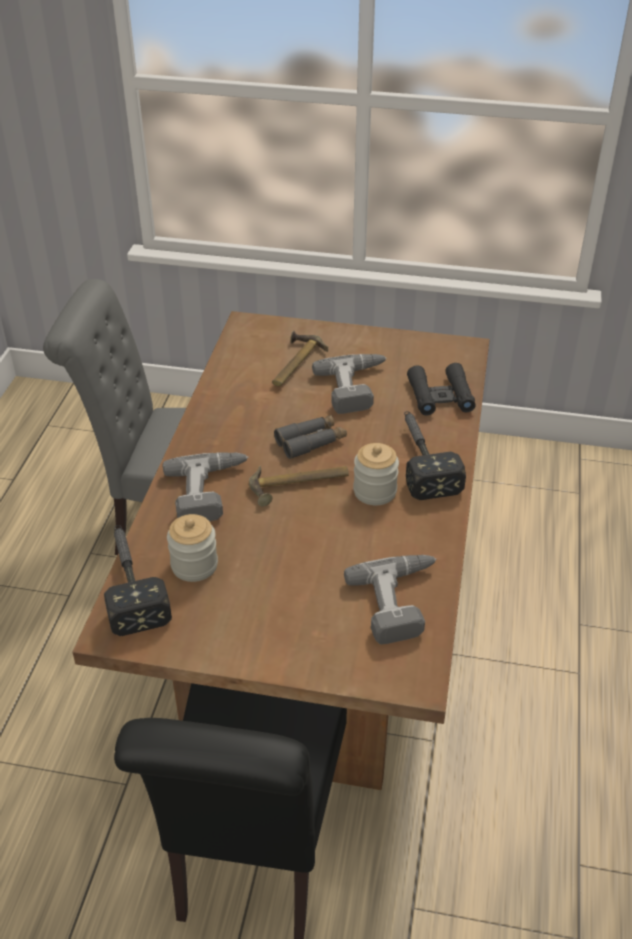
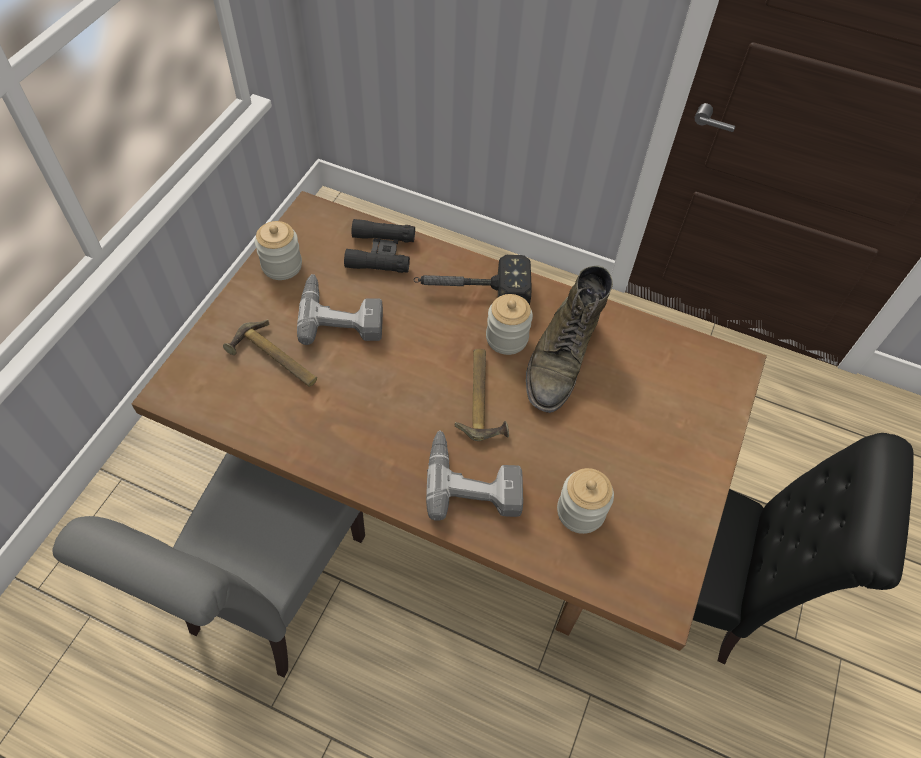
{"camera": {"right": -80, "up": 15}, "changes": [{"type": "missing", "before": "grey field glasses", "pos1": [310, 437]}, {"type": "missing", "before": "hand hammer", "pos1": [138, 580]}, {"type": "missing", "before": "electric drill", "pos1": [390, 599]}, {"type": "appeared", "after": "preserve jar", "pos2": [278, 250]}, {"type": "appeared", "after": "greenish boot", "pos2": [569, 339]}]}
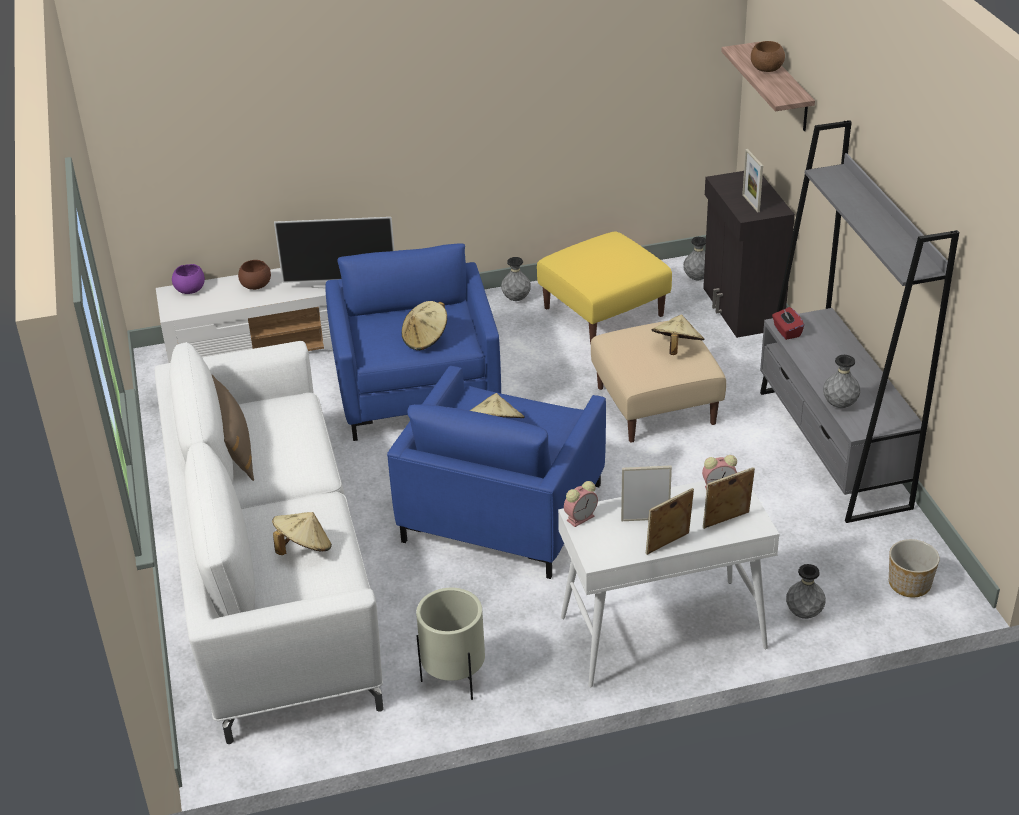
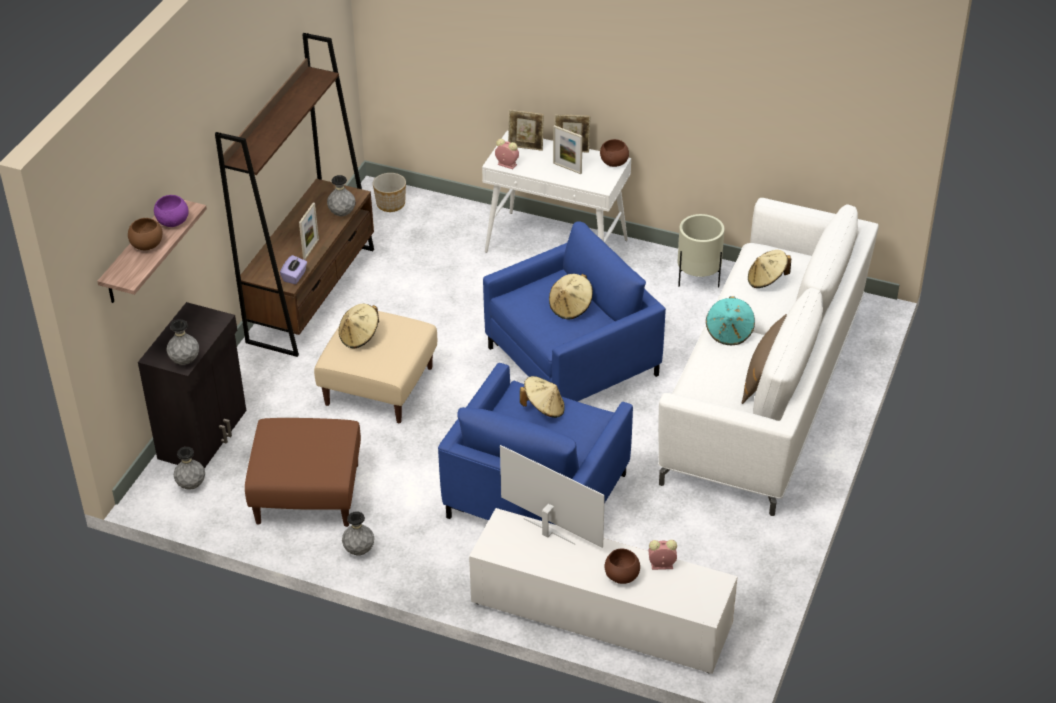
{"camera": {"right": -145, "up": 5}, "changes": [{"type": "colour", "before": "grey bookshelf", "after": "brownish bookshelf", "pos1": [859, 321], "pos2": [294, 195]}, {"type": "relocated", "before": "standing frame", "pos1": [752, 180], "pos2": [309, 231]}, {"type": "colour", "before": "yellow-coloured footrest", "after": "brownish footrest", "pos1": [604, 287], "pos2": [303, 472]}, {"type": "relocated", "before": "purplish deep dish", "pos1": [188, 279], "pos2": [171, 211]}, {"type": "colour", "before": "red-coloured box of tissues", "after": "purplish box of tissues", "pos1": [788, 323], "pos2": [293, 269]}, {"type": "relocated", "before": "bedside clock", "pos1": [581, 504], "pos2": [662, 555]}, {"type": "relocated", "before": "grey decorative vase", "pos1": [806, 591], "pos2": [183, 342]}, {"type": "appeared", "after": "brownish deep dish", "pos2": [614, 153]}, {"type": "appeared", "after": "turquoise clothing hat", "pos2": [730, 320]}]}
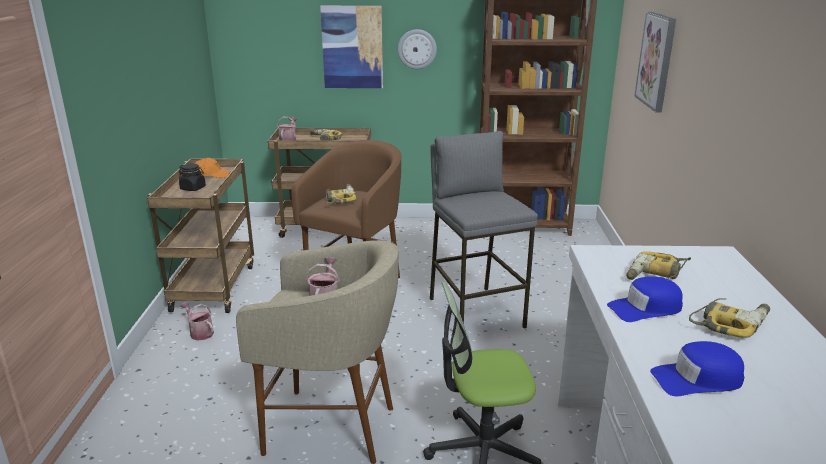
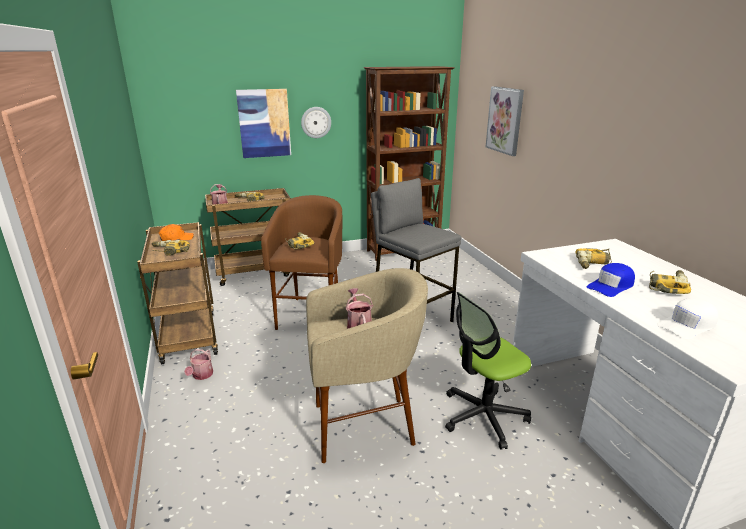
{"camera": {"right": -20, "up": 0}, "changes": [{"type": "exchanged", "before": "black preserve jar", "after": "electric drill", "pos1": [192, 177], "pos2": [170, 248]}, {"type": "spun", "before": "sprinkling can", "pos1": [197, 321], "pos2": [198, 364], "turn": -105}, {"type": "colour", "before": "blue-coloured cap", "after": "white-coloured cap", "pos1": [697, 368], "pos2": [687, 318]}]}
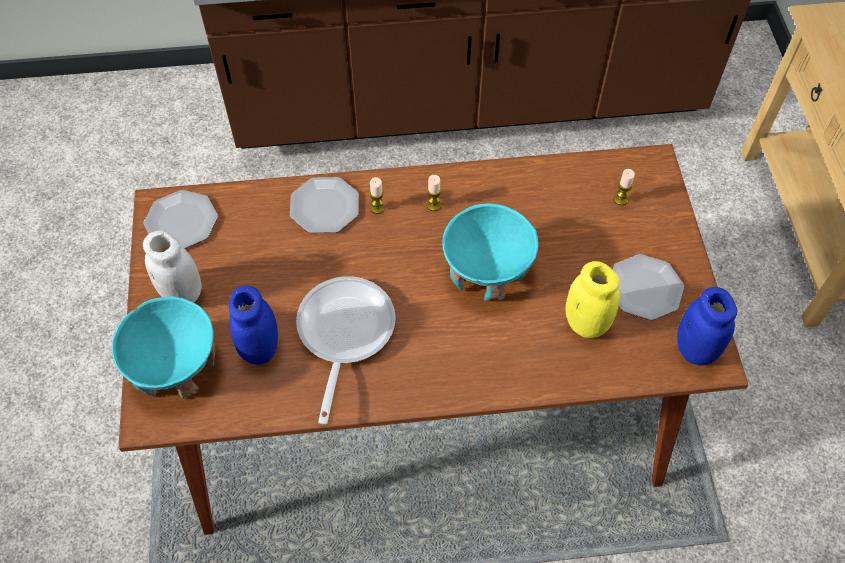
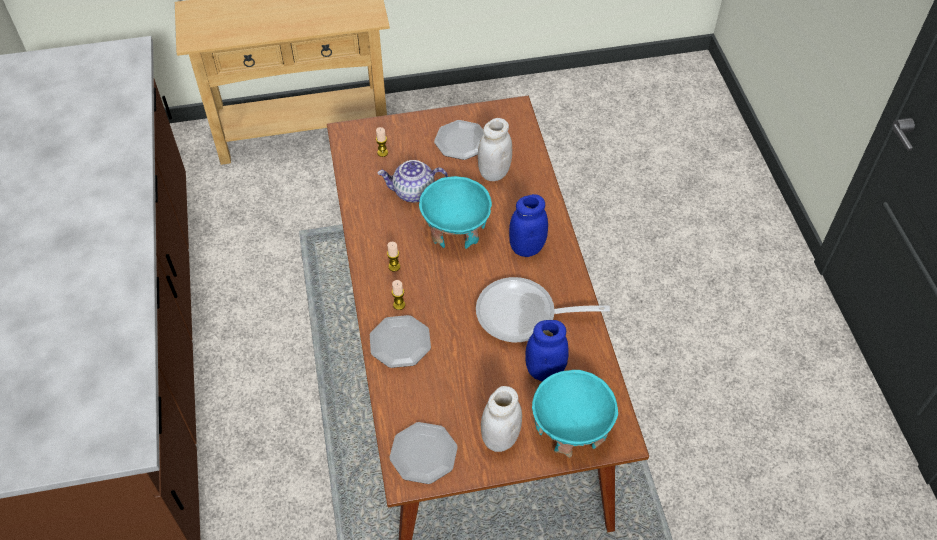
{"camera": {"right": -95, "up": -5}, "changes": [{"type": "colour", "before": "yellow-coloured preserve jar", "after": "white-coloured preserve jar", "pos1": [592, 299], "pos2": [495, 149]}, {"type": "relocated", "before": "blue-coloured preserve jar", "pos1": [707, 326], "pos2": [528, 225]}, {"type": "appeared", "after": "teapot", "pos2": [412, 181]}]}
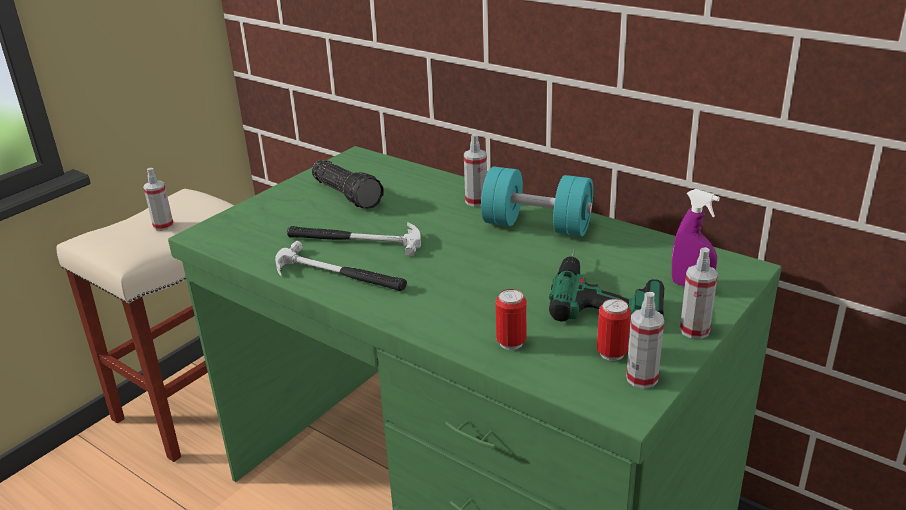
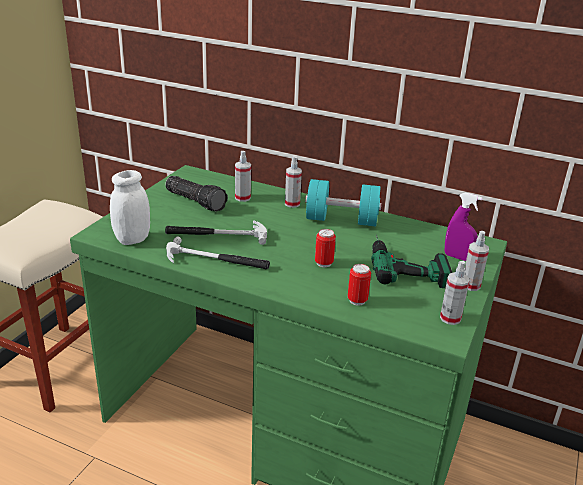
{"camera": {"right": -15, "up": 0}, "changes": [{"type": "relocated", "before": "hand sprayer", "pos1": [158, 199], "pos2": [243, 176]}, {"type": "relocated", "before": "sealed can", "pos1": [614, 329], "pos2": [325, 248]}, {"type": "appeared", "after": "white-coloured preserve jar", "pos2": [130, 207]}]}
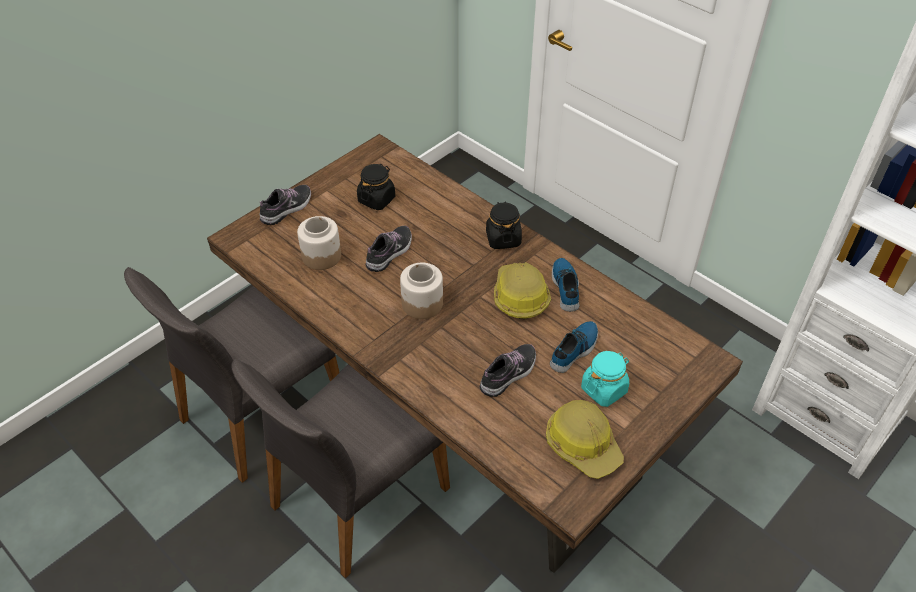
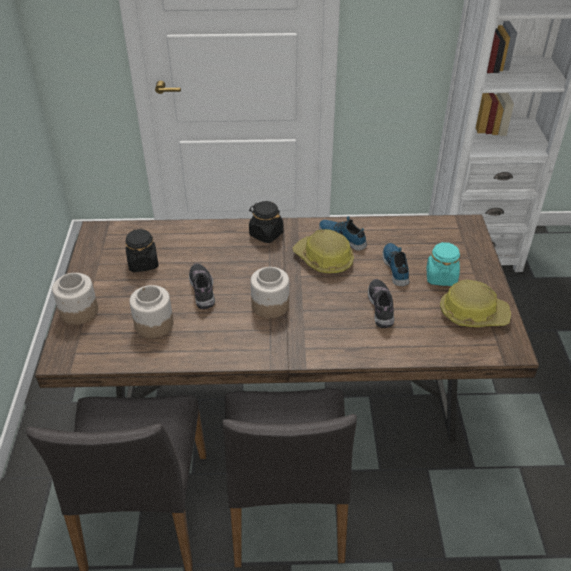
{"camera": {"right": -45, "up": -5}, "changes": [{"type": "exchanged", "before": "item of footwear", "after": "preserve jar", "pos1": [285, 205], "pos2": [75, 299]}]}
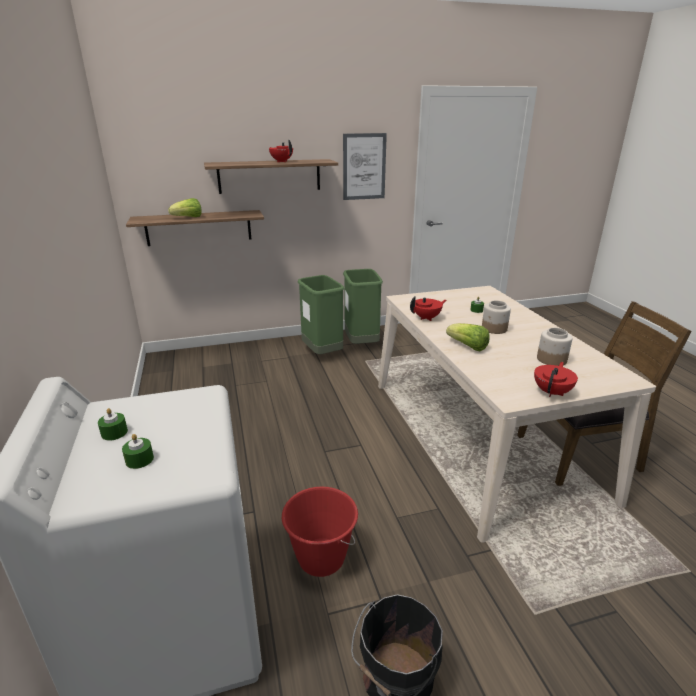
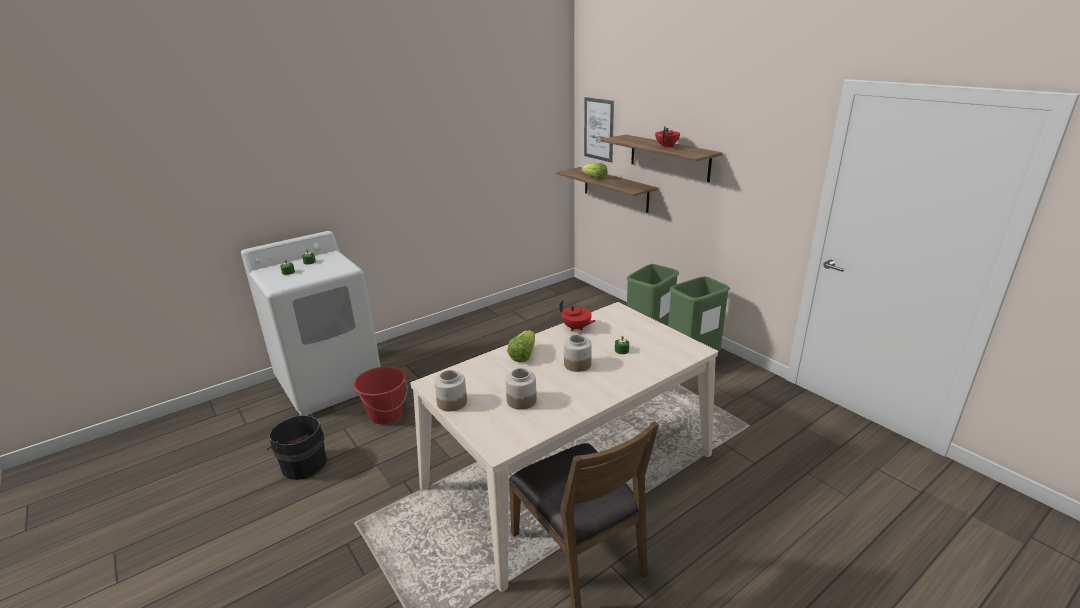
{"camera": {"right": 70, "up": 0}, "changes": [{"type": "relocated", "before": "wall picture", "pos1": [365, 166], "pos2": [599, 130]}, {"type": "exchanged", "before": "red-coloured teapot", "after": "preserve jar", "pos1": [556, 379], "pos2": [450, 390]}]}
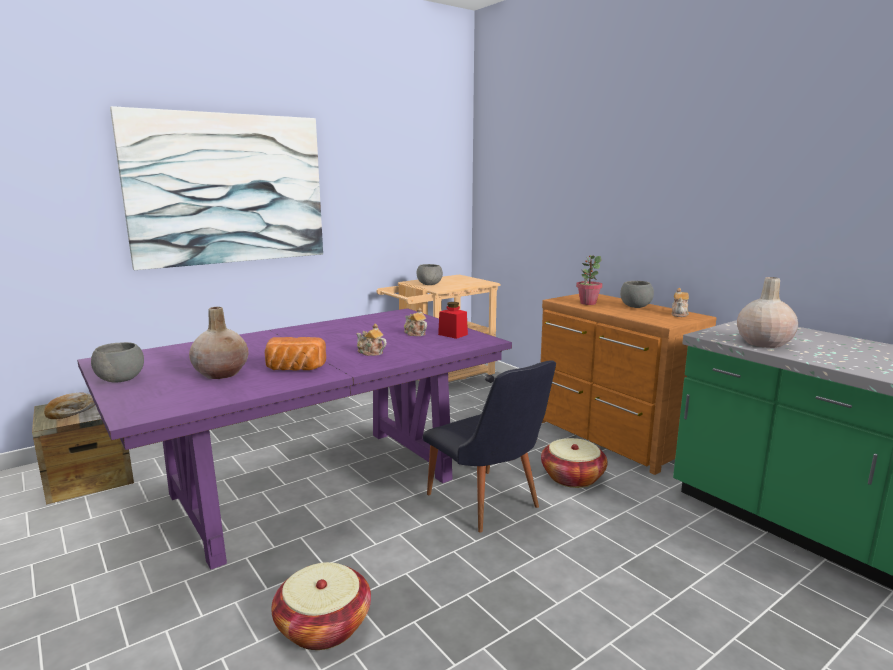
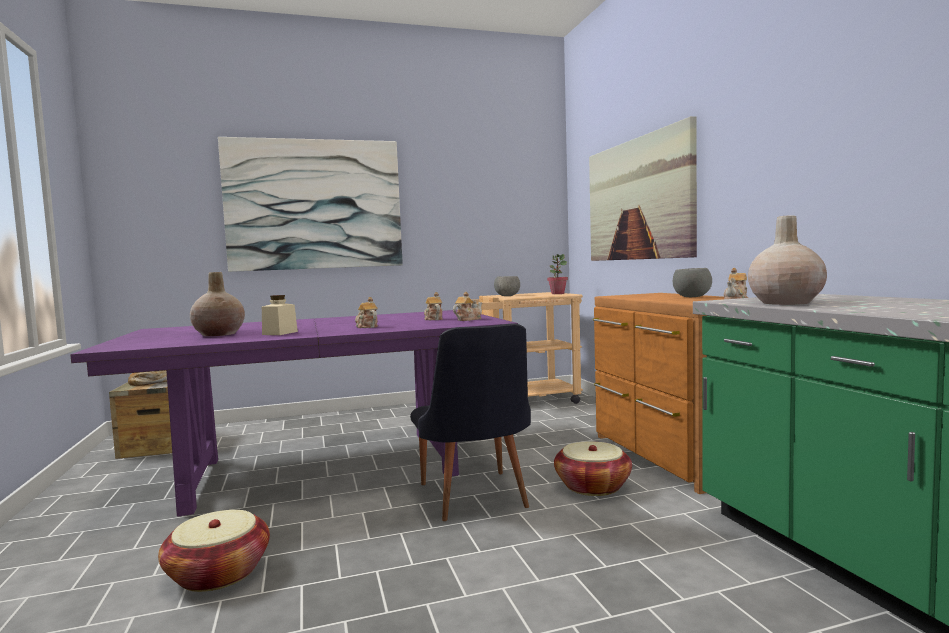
{"camera": {"right": 20, "up": -10}, "changes": [{"type": "relocated", "before": "plant in a pot", "pos1": [589, 280], "pos2": [557, 274]}, {"type": "exchanged", "before": "red-coloured preserve jar", "after": "teapot", "pos1": [453, 320], "pos2": [467, 306]}, {"type": "exchanged", "before": "bread", "after": "beige-coloured preserve jar", "pos1": [295, 353], "pos2": [280, 315]}, {"type": "missing", "before": "grey deep dish", "pos1": [117, 362]}, {"type": "appeared", "after": "wall picture", "pos2": [643, 188]}]}
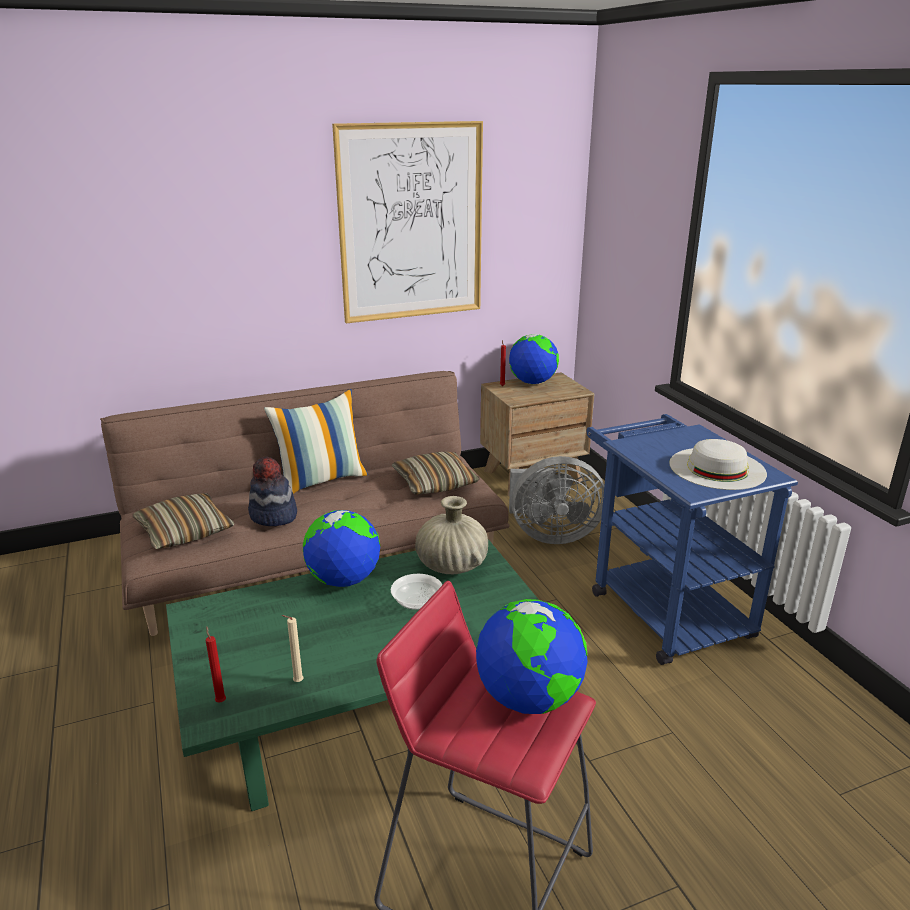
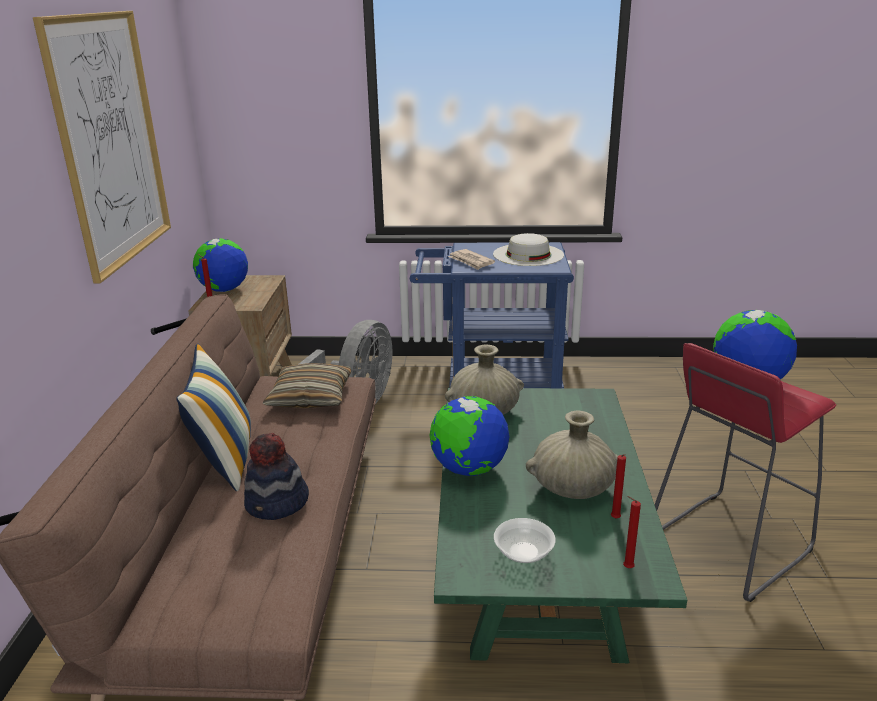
{"camera": {"right": -65, "up": 0}, "changes": [{"type": "missing", "before": "cushion", "pos1": [183, 521]}, {"type": "relocated", "before": "deep dish", "pos1": [416, 592], "pos2": [525, 540]}, {"type": "colour", "before": "beige-coloured wax candle", "after": "red-coloured wax candle", "pos1": [293, 648], "pos2": [618, 486]}, {"type": "appeared", "after": "printed paper", "pos2": [471, 259]}, {"type": "appeared", "after": "beige-coloured decorative vase", "pos2": [572, 454]}]}
